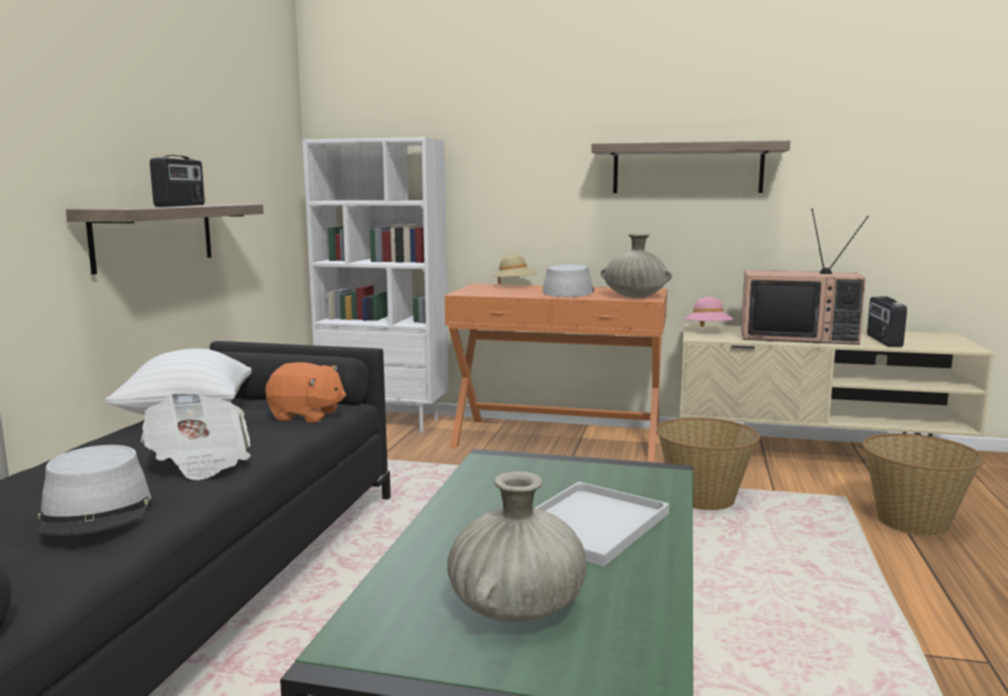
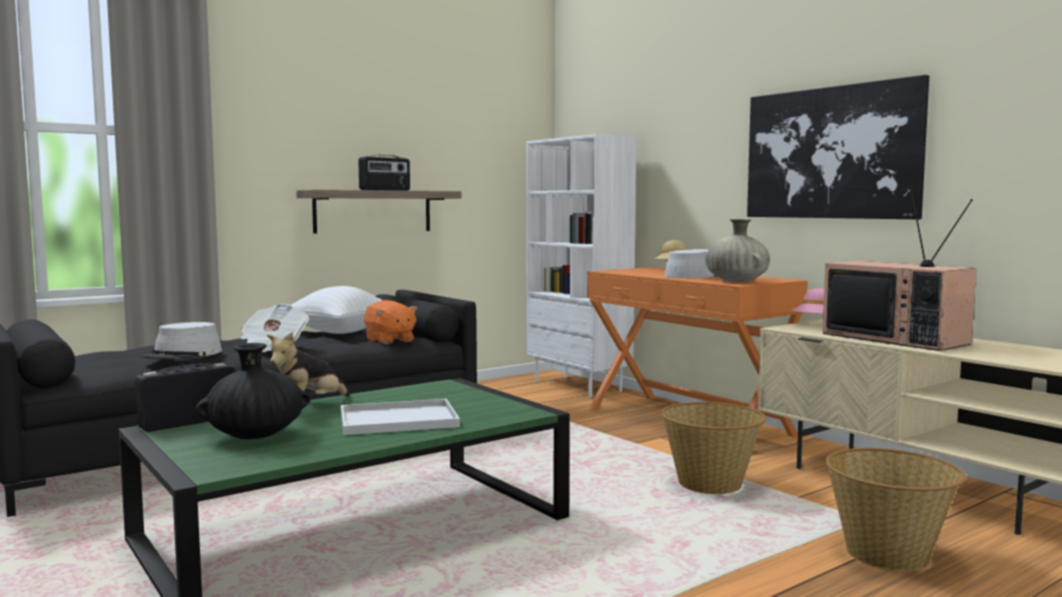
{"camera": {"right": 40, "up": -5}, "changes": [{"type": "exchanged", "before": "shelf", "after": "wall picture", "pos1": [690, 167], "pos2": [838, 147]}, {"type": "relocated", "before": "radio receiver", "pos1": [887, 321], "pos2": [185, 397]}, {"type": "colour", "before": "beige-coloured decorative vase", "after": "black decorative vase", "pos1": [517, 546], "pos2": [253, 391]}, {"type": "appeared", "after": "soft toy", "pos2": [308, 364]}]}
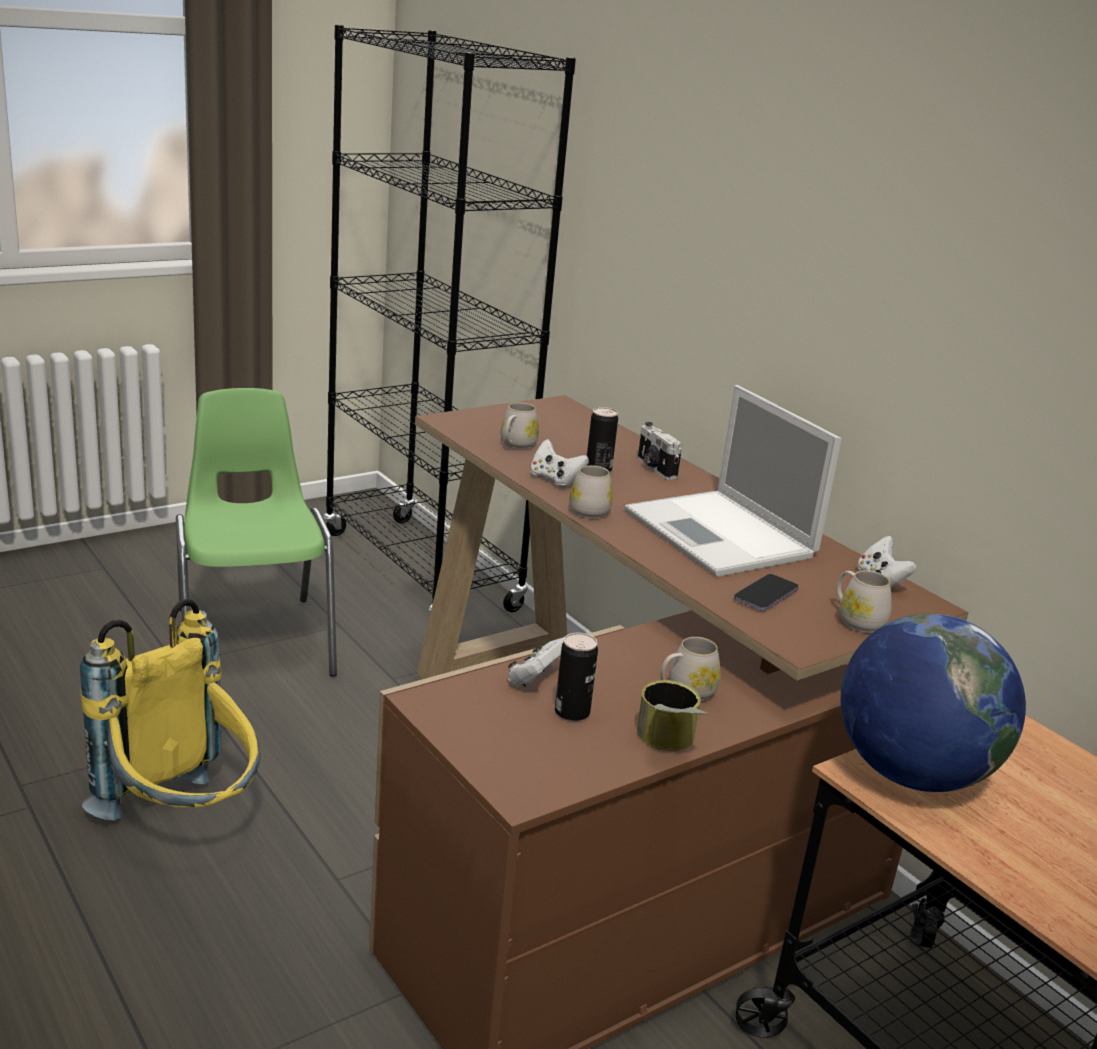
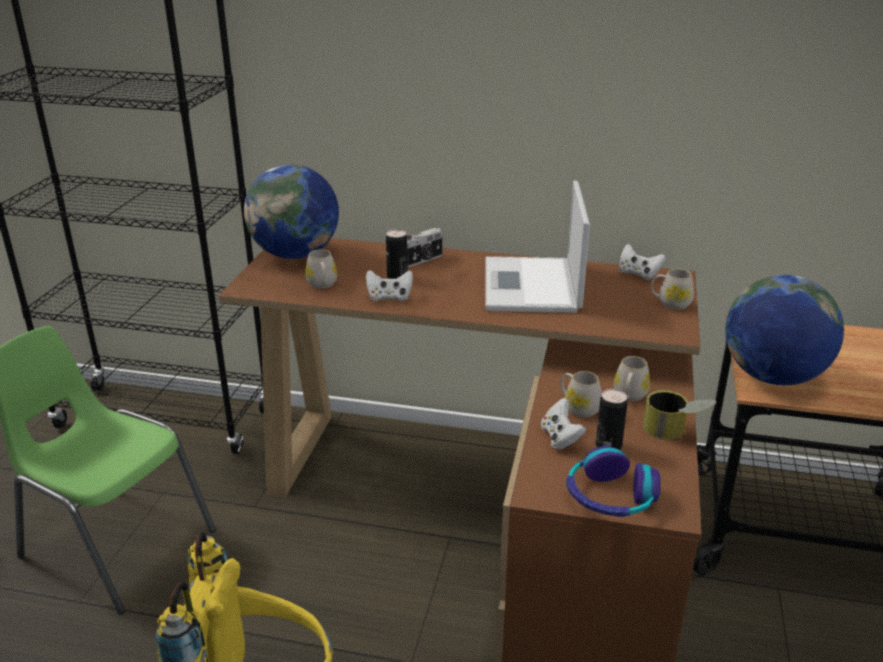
{"camera": {"right": -40, "up": 5}, "changes": [{"type": "spun", "before": "notebook computer", "pos1": [733, 481], "pos2": [537, 246], "turn": 75}, {"type": "spun", "before": "photo camera", "pos1": [660, 451], "pos2": [425, 247], "turn": -60}, {"type": "relocated", "before": "white-coloured tea mug", "pos1": [591, 492], "pos2": [581, 394]}, {"type": "missing", "before": "phone", "pos1": [766, 592]}, {"type": "appeared", "after": "desk globe", "pos2": [291, 211]}, {"type": "appeared", "after": "headphones", "pos2": [613, 481]}]}
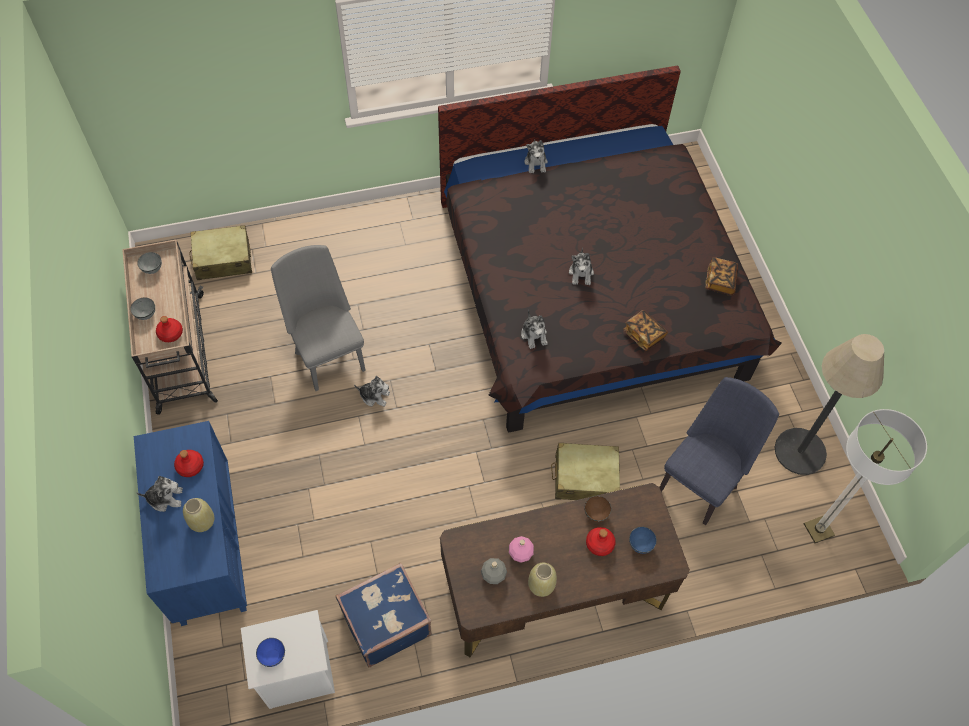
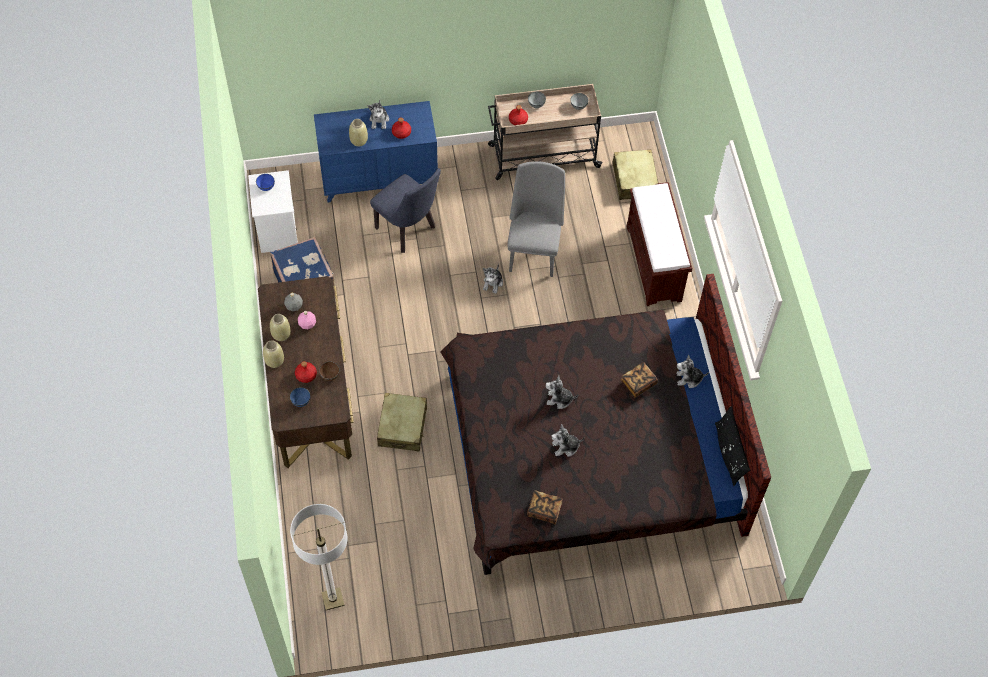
{"camera": {"right": 95, "up": 0}, "changes": [{"type": "spun", "before": "grey chair", "pos1": [318, 318], "pos2": [536, 219], "turn": -60}, {"type": "relocated", "before": "soft toy", "pos1": [534, 329], "pos2": [568, 440]}, {"type": "relocated", "before": "bound book", "pos1": [645, 330], "pos2": [639, 380]}, {"type": "missing", "before": "floor lamp", "pos1": [829, 404]}, {"type": "relocated", "before": "blue-coloured chair", "pos1": [719, 451], "pos2": [405, 210]}, {"type": "appeared", "after": "brownish bench", "pos2": [659, 244]}, {"type": "appeared", "after": "beige-coloured decorative vase", "pos2": [273, 354]}, {"type": "appeared", "after": "black cushion", "pos2": [732, 446]}]}
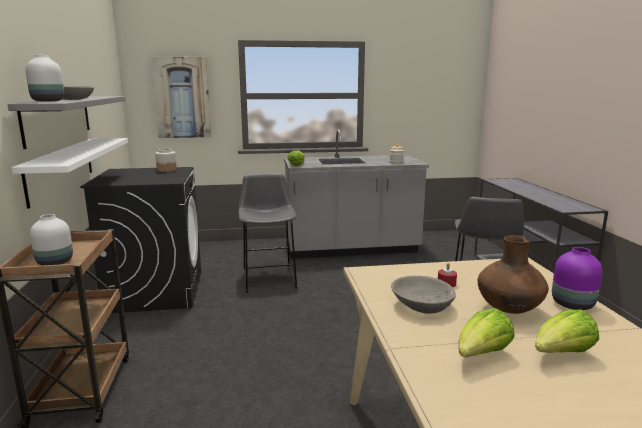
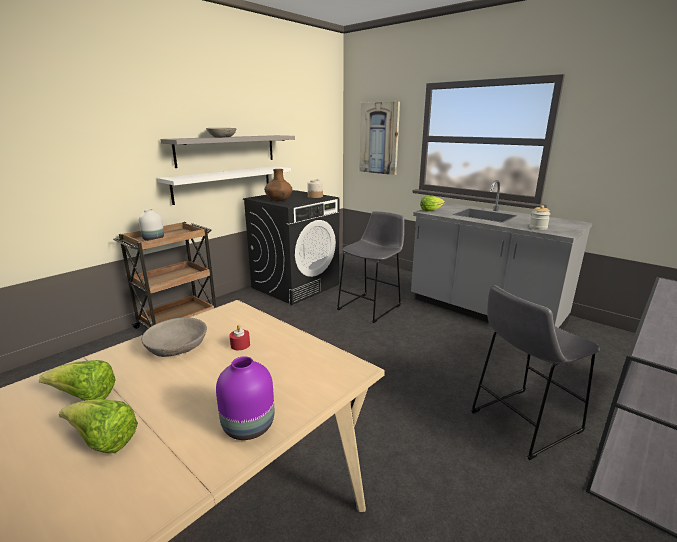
{"camera": {"right": 50, "up": 5}, "changes": [{"type": "missing", "before": "white-coloured decorative vase", "pos1": [44, 78]}, {"type": "relocated", "before": "brownish decorative vase", "pos1": [513, 274], "pos2": [278, 185]}]}
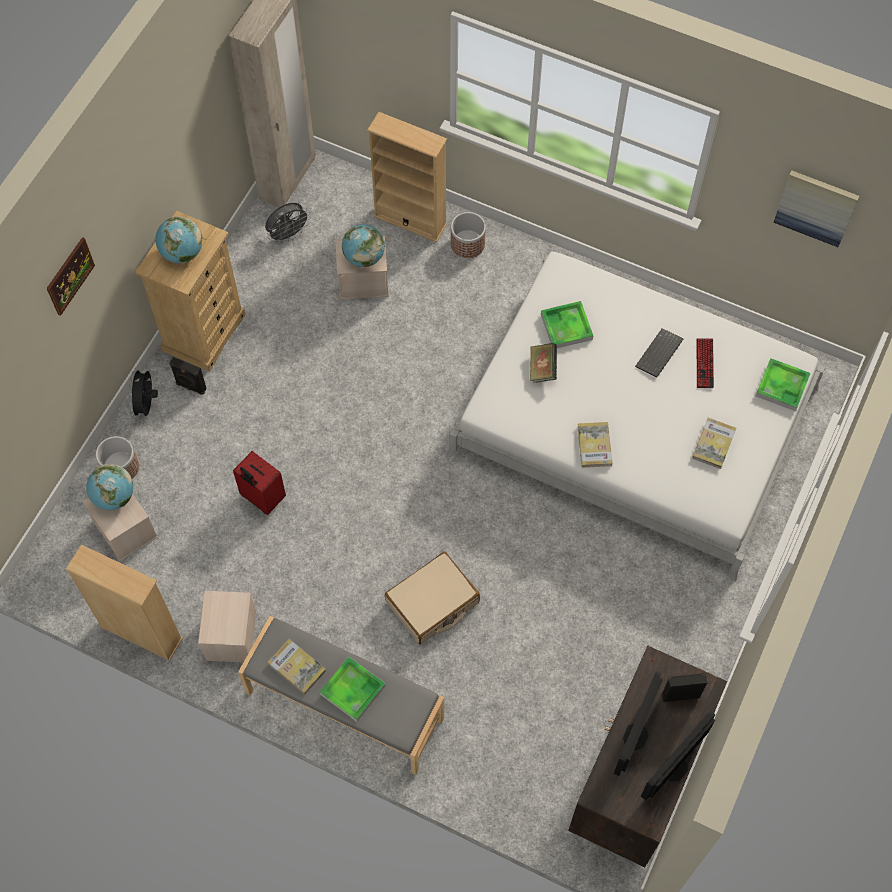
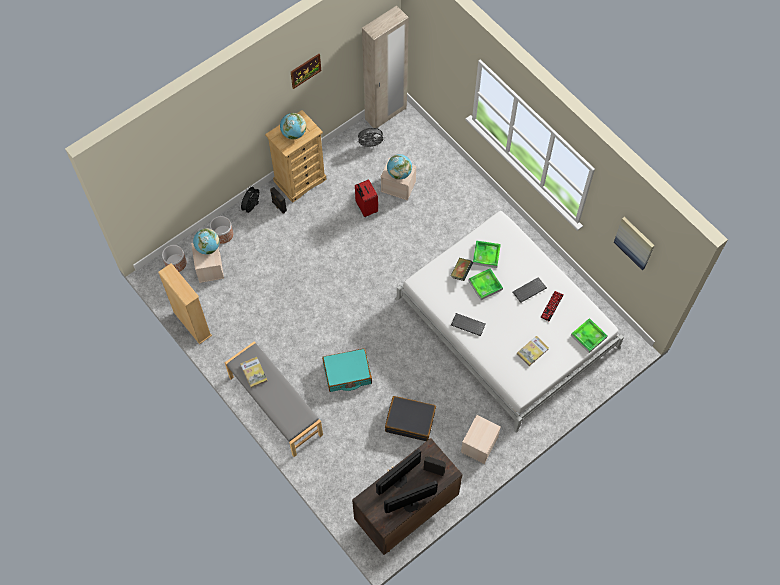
{"camera": {"right": 25, "up": 0}, "changes": [{"type": "missing", "before": "beige-coloured bookshelf", "pos1": [407, 177]}, {"type": "relocated", "before": "flower pot", "pos1": [468, 235], "pos2": [174, 258]}, {"type": "relocated", "before": "wall picture", "pos1": [71, 276], "pos2": [306, 71]}, {"type": "exchanged", "before": "bound book", "after": "PC keyboard", "pos1": [594, 445], "pos2": [468, 324]}, {"type": "relocated", "before": "red-coloured suitcase", "pos1": [259, 483], "pos2": [366, 198]}, {"type": "colour", "before": "beige-coloured suitcase", "after": "turquoise suitcase", "pos1": [432, 598], "pos2": [347, 370]}, {"type": "relocated", "before": "beige-coloured storage box", "pos1": [227, 626], "pos2": [481, 439]}, {"type": "relocated", "before": "serving tray", "pos1": [353, 689], "pos2": [485, 284]}, {"type": "appeared", "after": "black suitcase", "pos2": [410, 418]}]}
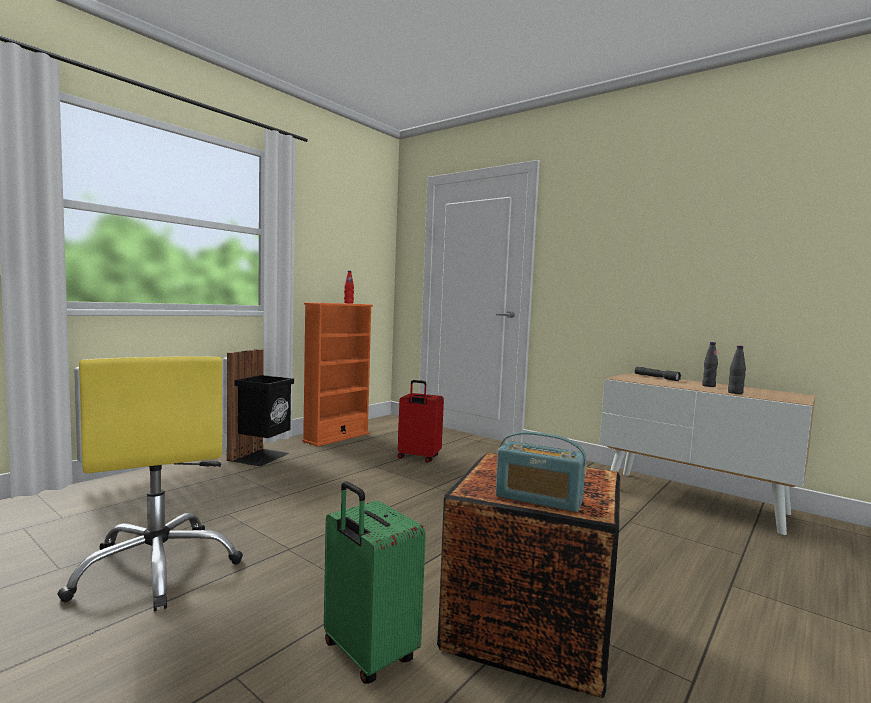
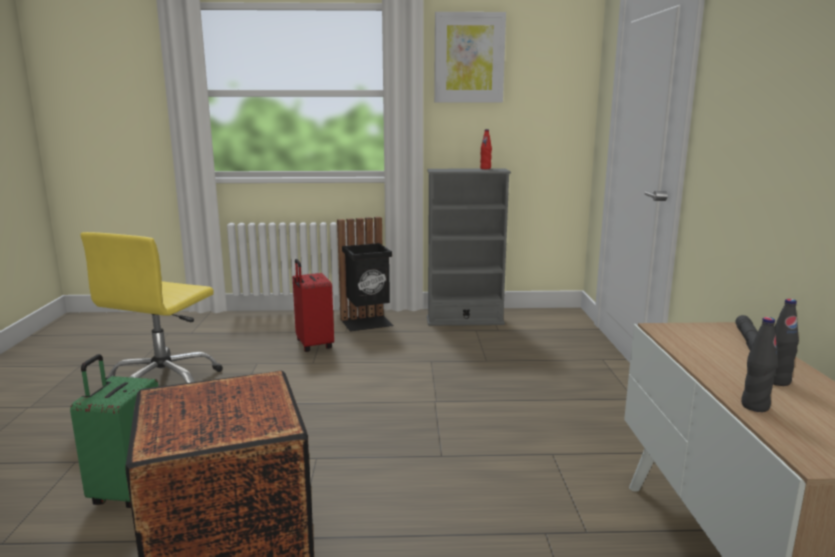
{"camera": {"right": 50, "up": 10}, "changes": [{"type": "colour", "before": "orange-coloured bookshelf", "after": "grey bookshelf", "pos1": [337, 374], "pos2": [469, 247]}, {"type": "relocated", "before": "red-coloured suitcase", "pos1": [421, 421], "pos2": [313, 305]}, {"type": "missing", "before": "radio receiver", "pos1": [541, 471]}, {"type": "appeared", "after": "wall picture", "pos2": [470, 57]}]}
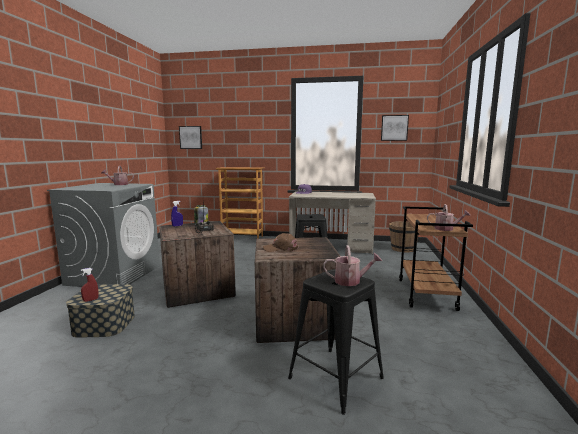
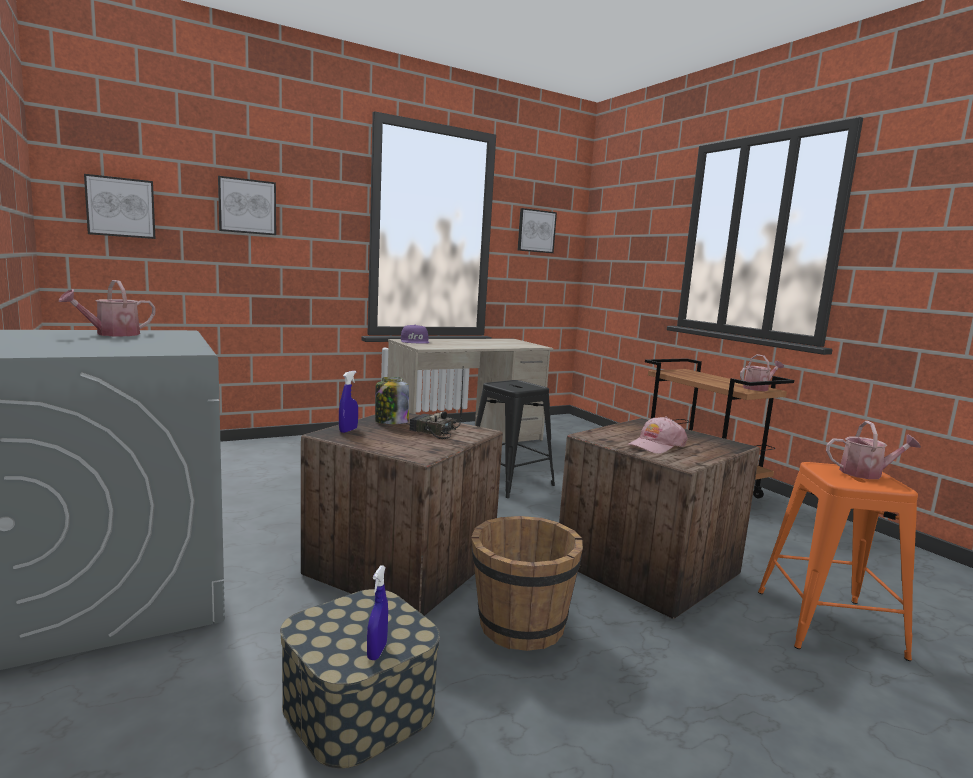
{"camera": {"right": -40, "up": 0}, "changes": [{"type": "missing", "before": "bookshelf", "pos1": [240, 203]}, {"type": "relocated", "before": "brownish water bucket", "pos1": [403, 236], "pos2": [527, 583]}, {"type": "colour", "before": "brownish cap", "after": "pinkish cap", "pos1": [280, 242], "pos2": [658, 435]}, {"type": "spun", "before": "sprinkling can", "pos1": [352, 265], "pos2": [873, 450], "turn": 45}, {"type": "colour", "before": "red-coloured hand sprayer", "after": "blue-coloured hand sprayer", "pos1": [90, 285], "pos2": [377, 612]}, {"type": "colour", "before": "black stool seat", "after": "orange-coloured stool seat", "pos1": [336, 342], "pos2": [838, 561]}, {"type": "appeared", "after": "wall picture", "pos2": [247, 205]}]}
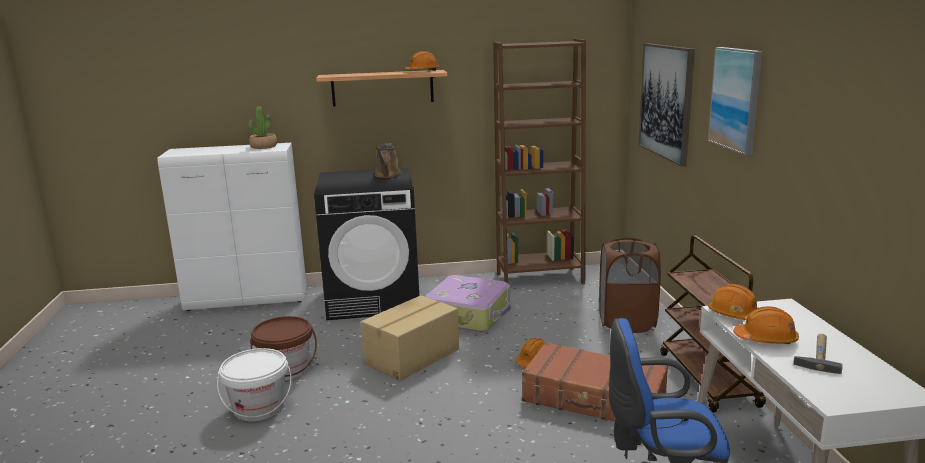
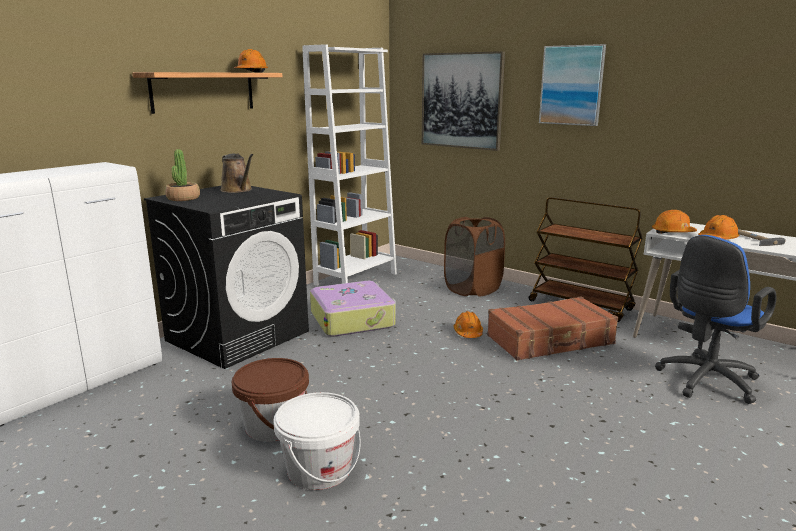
{"camera": {"right": -45, "up": 0}, "changes": [{"type": "colour", "before": "brownish bookshelf", "after": "white-coloured bookshelf", "pos1": [539, 162], "pos2": [349, 165]}, {"type": "relocated", "before": "plant in a pot", "pos1": [263, 127], "pos2": [182, 175]}, {"type": "missing", "before": "cardboard box", "pos1": [409, 338]}]}
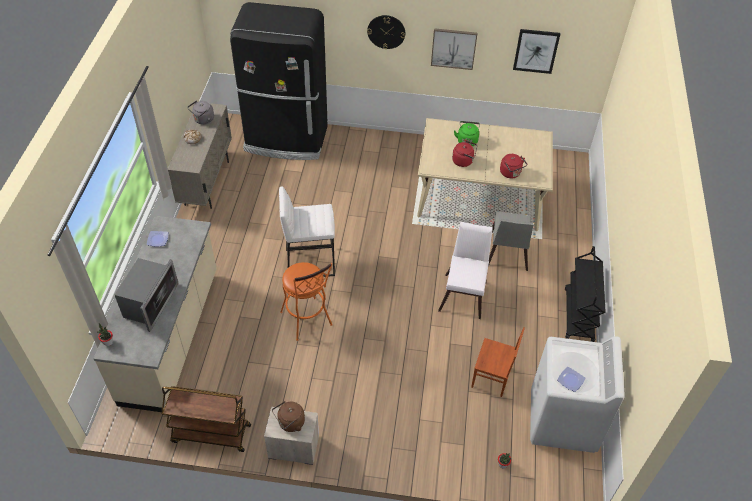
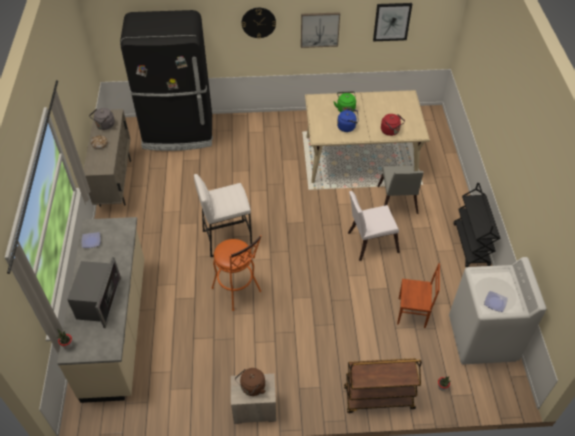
{"camera": {"right": -10, "up": 0}, "changes": [{"type": "colour", "before": "red-coloured kettle", "after": "blue-coloured kettle", "pos1": [464, 154], "pos2": [348, 120]}, {"type": "spun", "before": "white-coloured chair", "pos1": [465, 270], "pos2": [374, 226], "turn": -105}, {"type": "relocated", "before": "brownish wheeled cart", "pos1": [206, 419], "pos2": [383, 385]}]}
